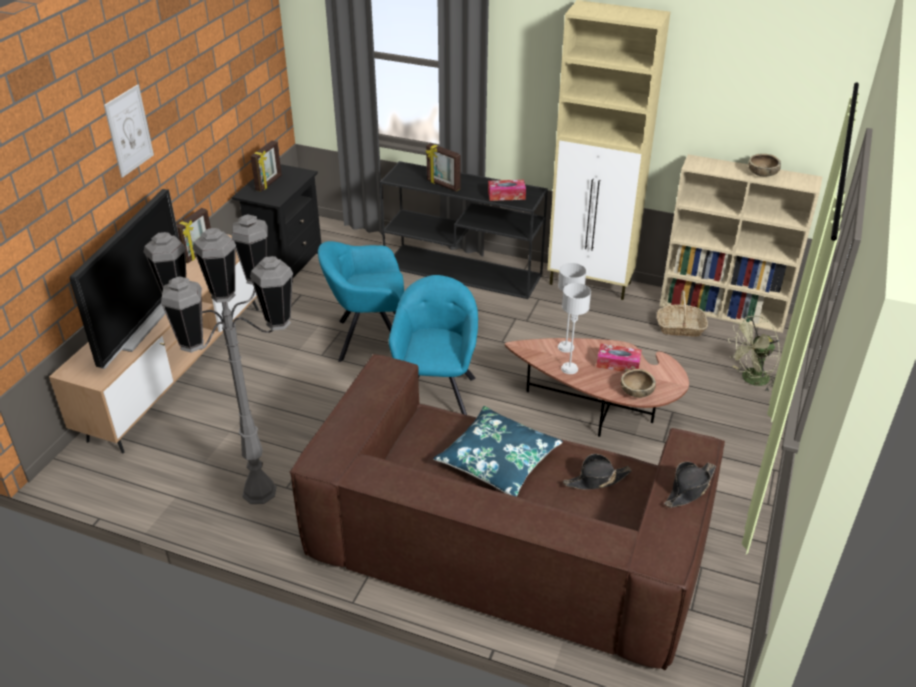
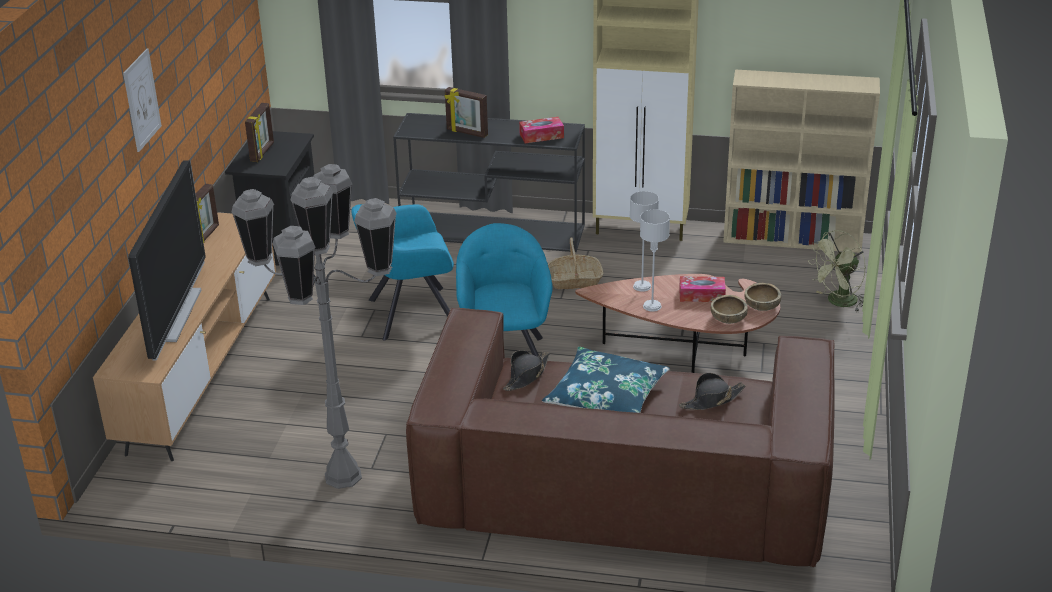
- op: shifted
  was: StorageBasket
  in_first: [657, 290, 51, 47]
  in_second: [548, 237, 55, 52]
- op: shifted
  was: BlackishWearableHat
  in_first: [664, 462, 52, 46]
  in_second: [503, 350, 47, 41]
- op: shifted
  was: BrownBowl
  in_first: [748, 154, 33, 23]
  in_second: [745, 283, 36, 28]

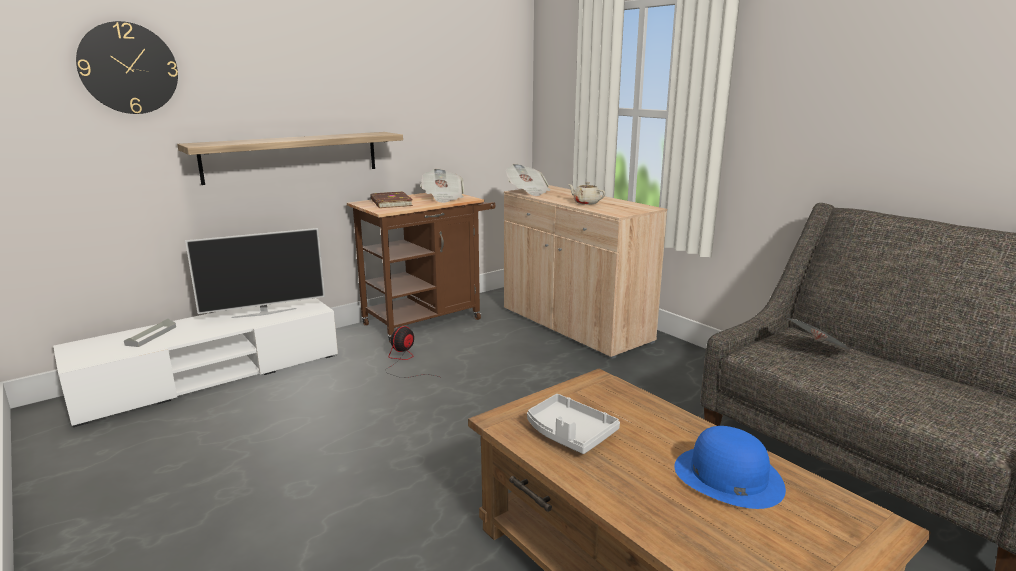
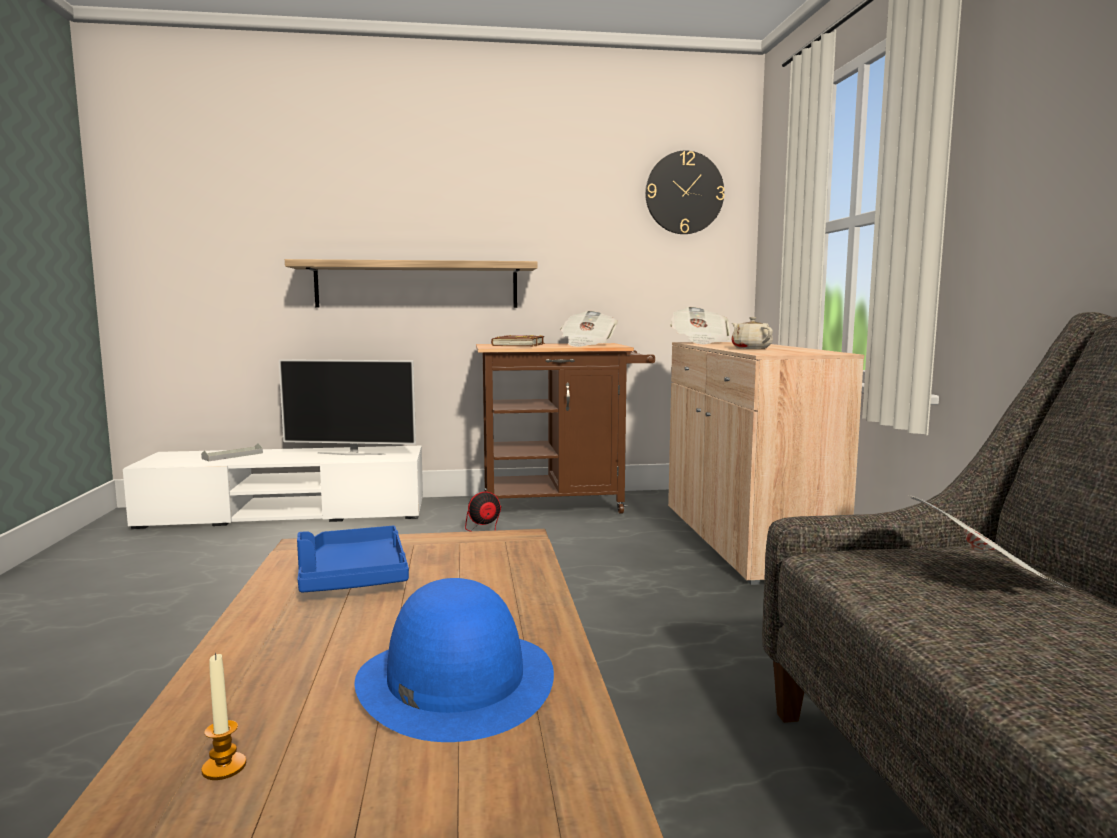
- op: shifted
  was: HangingClock
  in_first: [76, 21, 102, 93]
  in_second: [645, 151, 79, 83]
- op: repainted
  was: GreyishTray
  now: BlueColouredTray
  in_first: [527, 394, 93, 60]
  in_second: [297, 526, 112, 67]
- op: new
  now: Candle
  in_second: [201, 653, 45, 127]

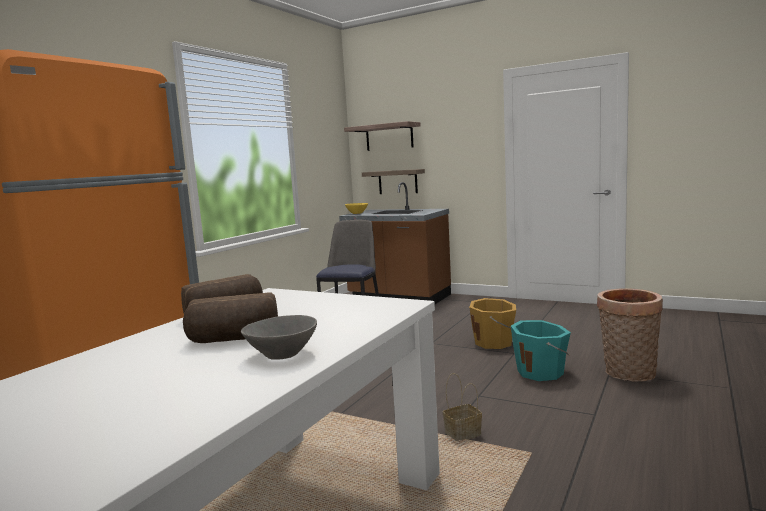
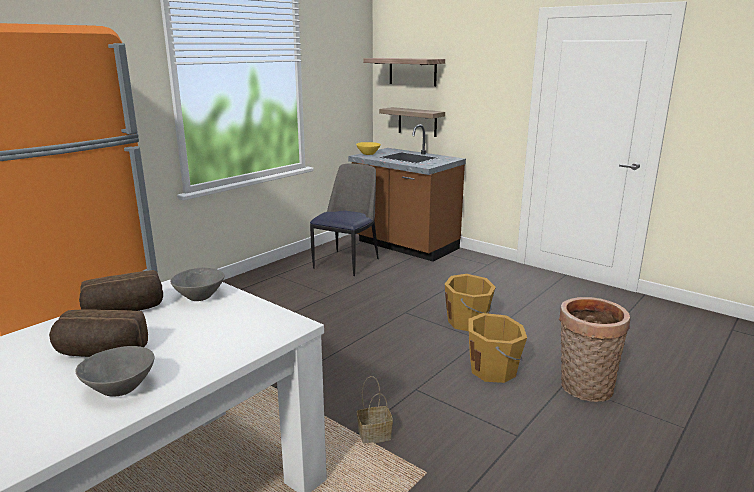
- op: repainted
  was: TurquoiseBucket
  now: OrangeBucket
  in_first: [511, 320, 60, 61]
  in_second: [468, 313, 59, 70]
- op: new
  now: GreyishBowl
  in_second: [170, 268, 54, 33]

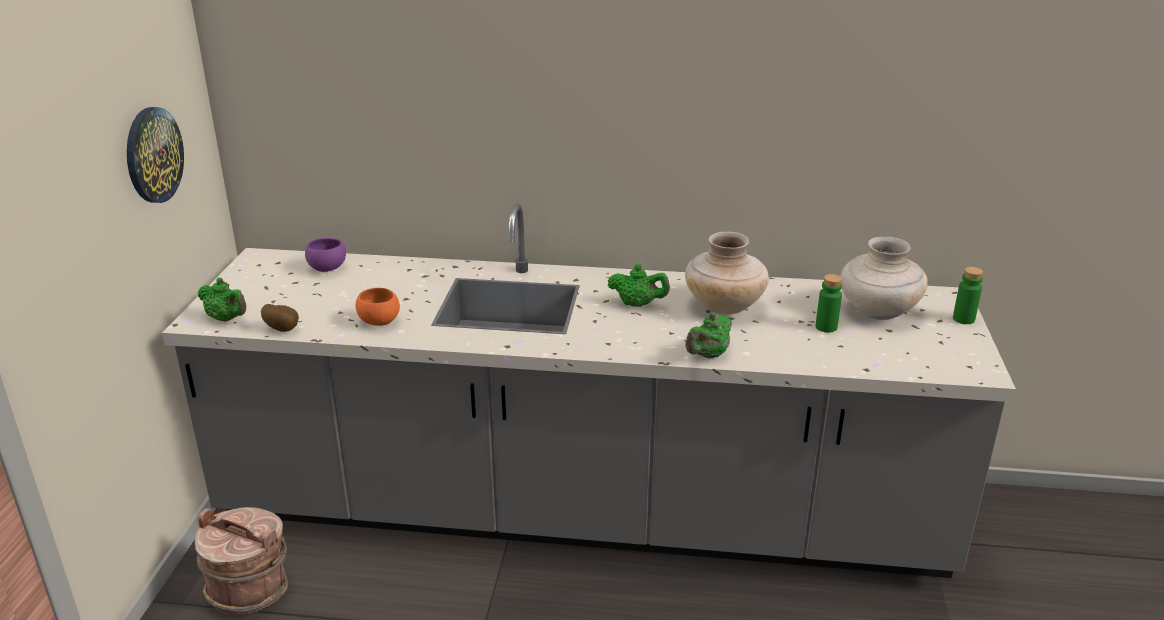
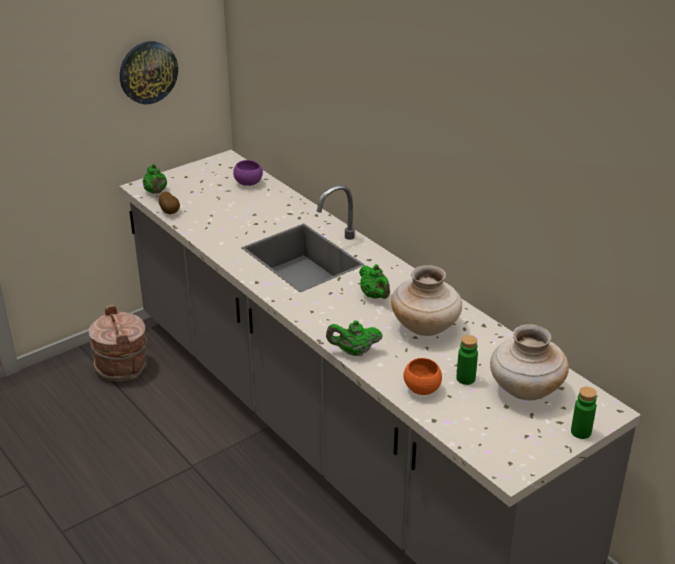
- op: shifted
  was: OrangeBowl
  in_first: [355, 288, 45, 38]
  in_second: [403, 358, 39, 37]

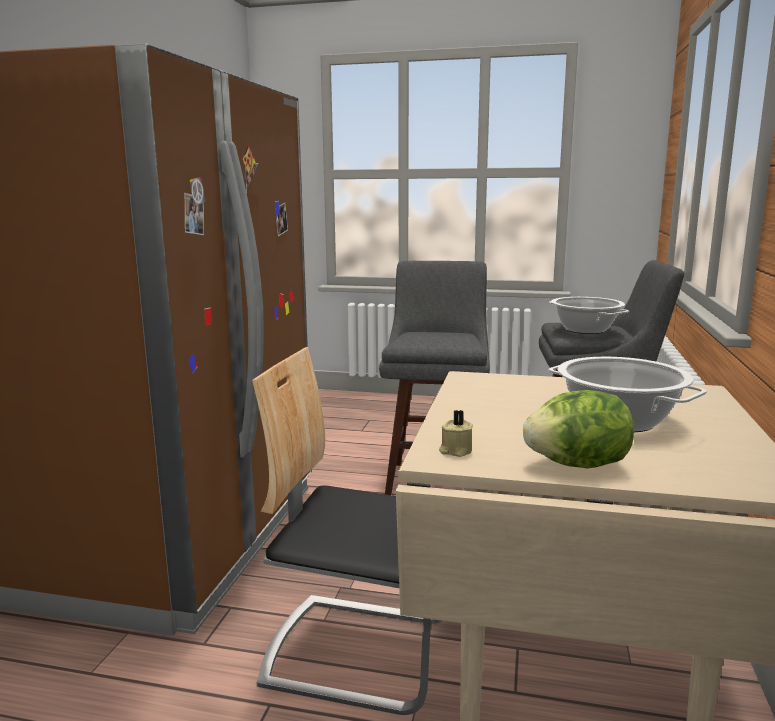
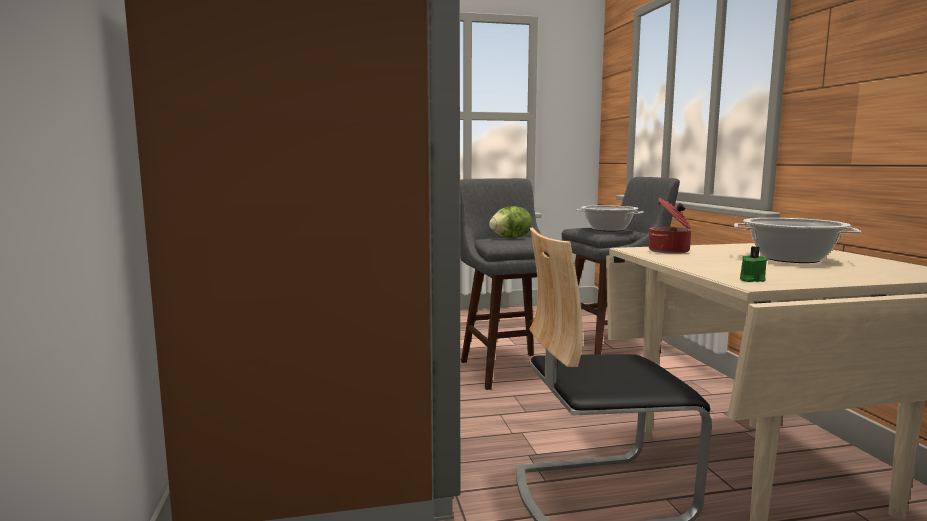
- op: repainted
  was: BeigeCandle
  now: GreenishCandle
  in_first: [439, 410, 34, 47]
  in_second: [740, 246, 28, 36]
- op: shifted
  was: LettuceHead
  in_first: [523, 390, 111, 78]
  in_second: [489, 206, 43, 32]
- op: new
  now: CookingPot
  in_second: [649, 198, 42, 56]

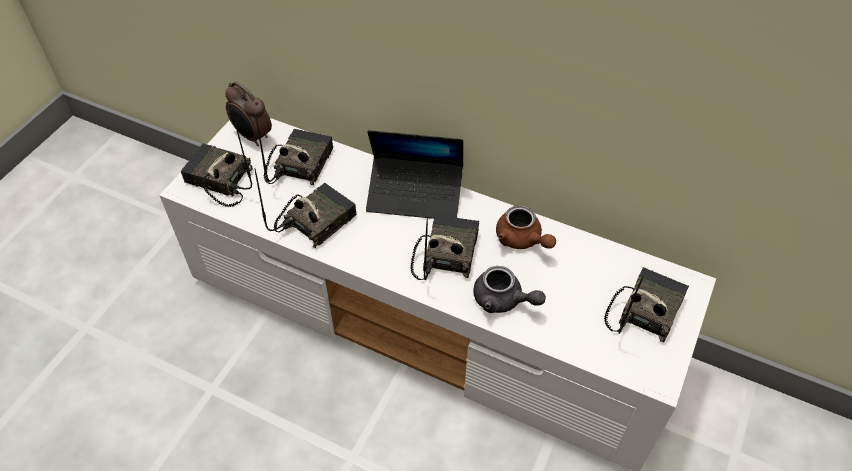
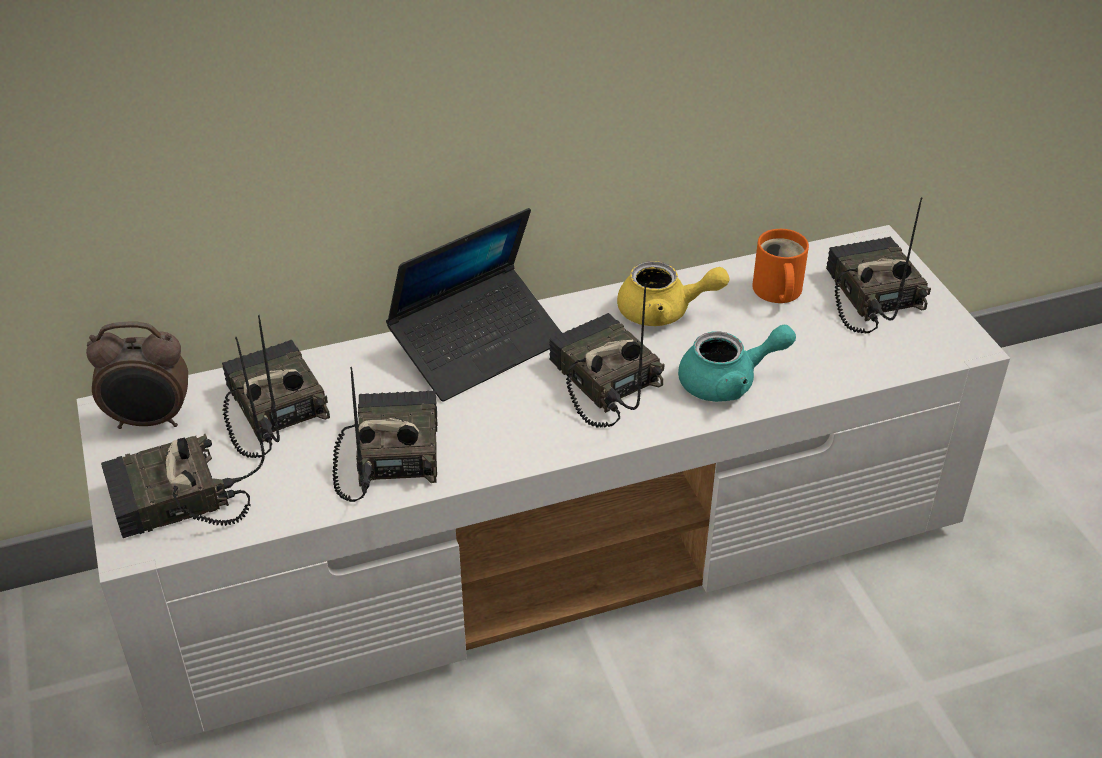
- op: repainted
  was: GreyishTeaPot
  now: TurquoiseTeaPot
  in_first: [473, 266, 73, 47]
  in_second: [678, 325, 118, 77]
- op: repainted
  was: BrownTeaPot
  now: YellowishTeaPot
  in_first: [496, 205, 60, 44]
  in_second: [617, 261, 112, 65]
- op: new
  now: OrangeMug
  in_second: [752, 229, 57, 74]

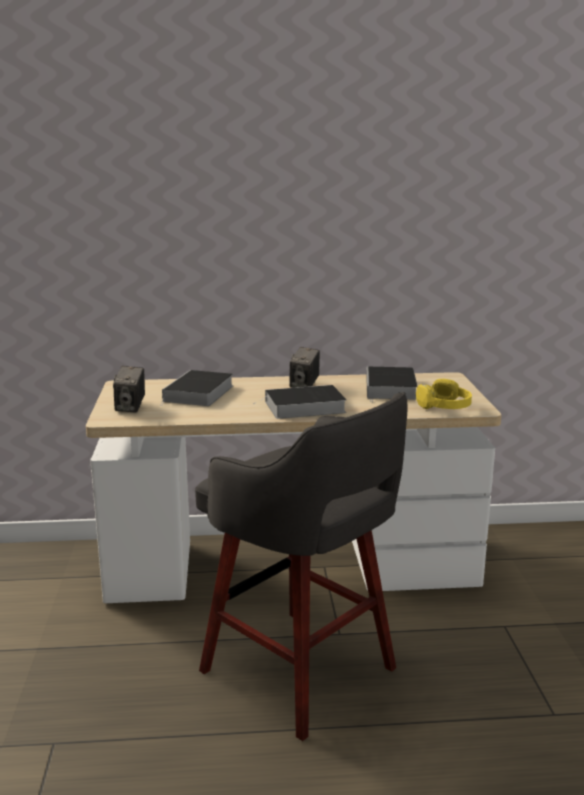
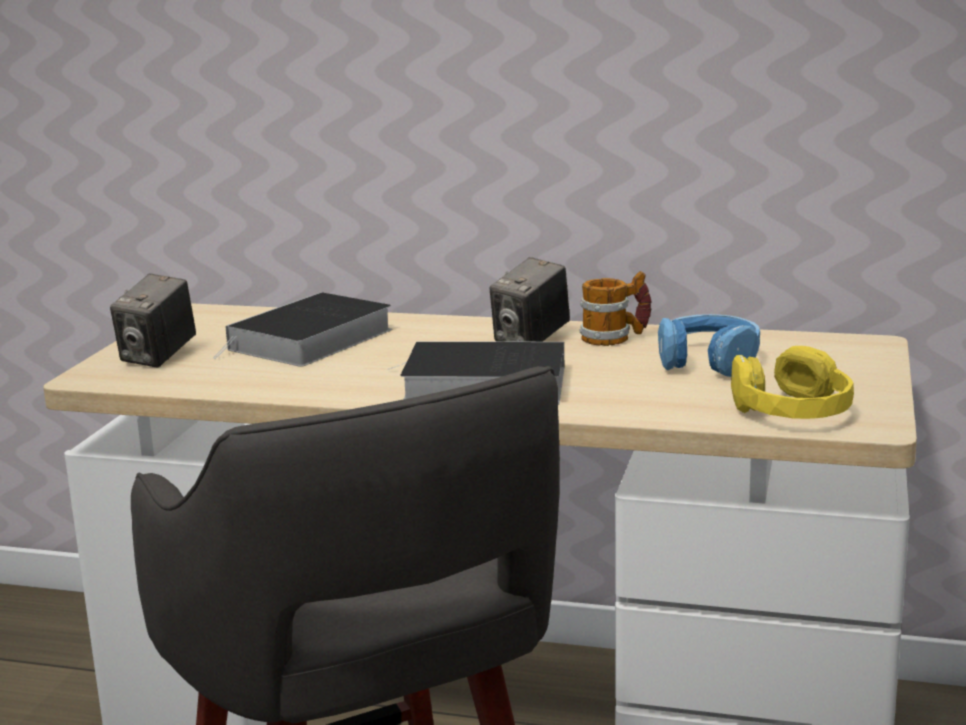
- op: swapped
  was: Book
  now: BlueColouredPairOfHeadphones
  in_first: [366, 367, 52, 35]
  in_second: [658, 314, 102, 63]
- op: new
  now: Mug
  in_second: [579, 271, 73, 75]

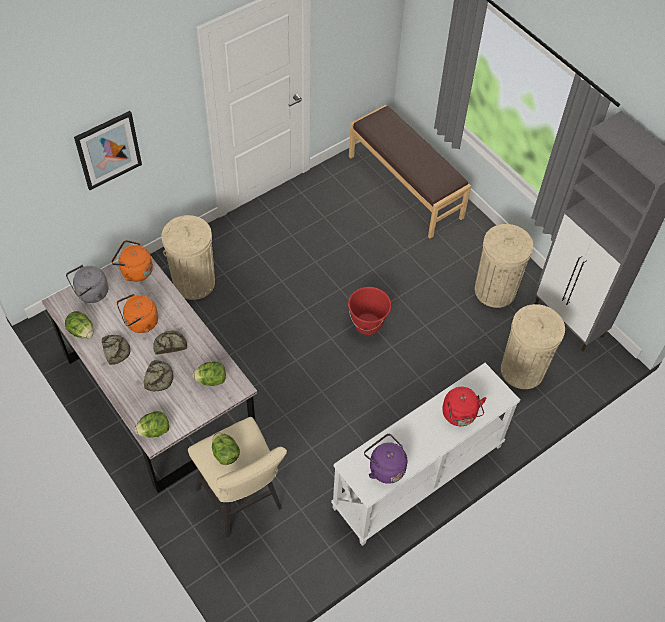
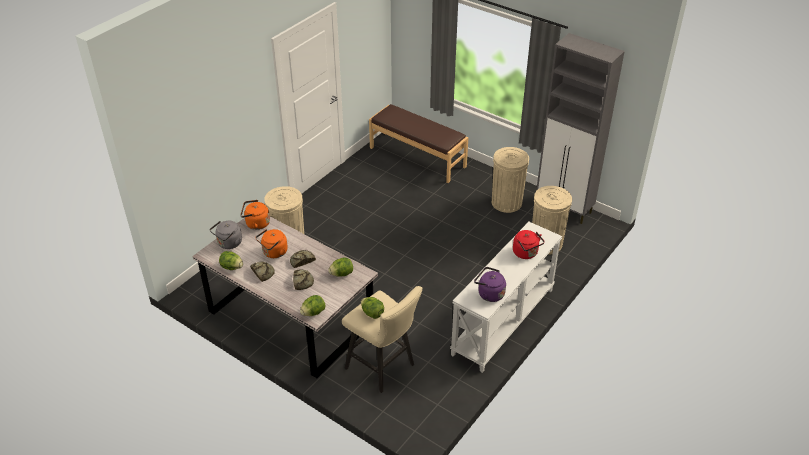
- op: gone
  was: WallArt
  in_first: [74, 111, 68, 79]
- op: gone
  was: ReddishBucket
  in_first: [348, 287, 43, 48]

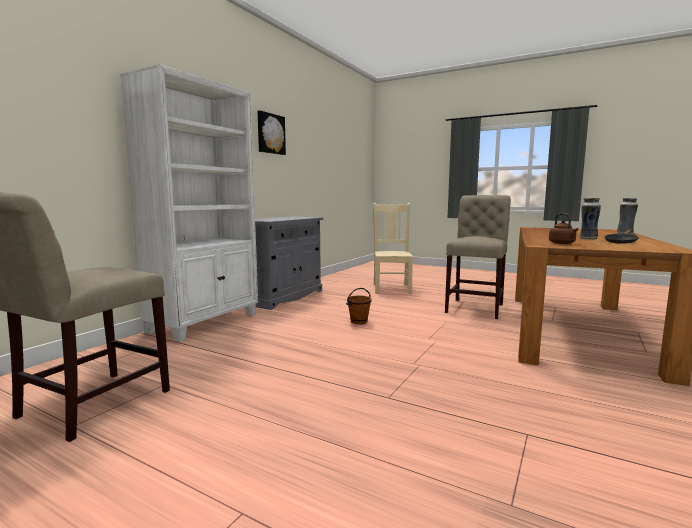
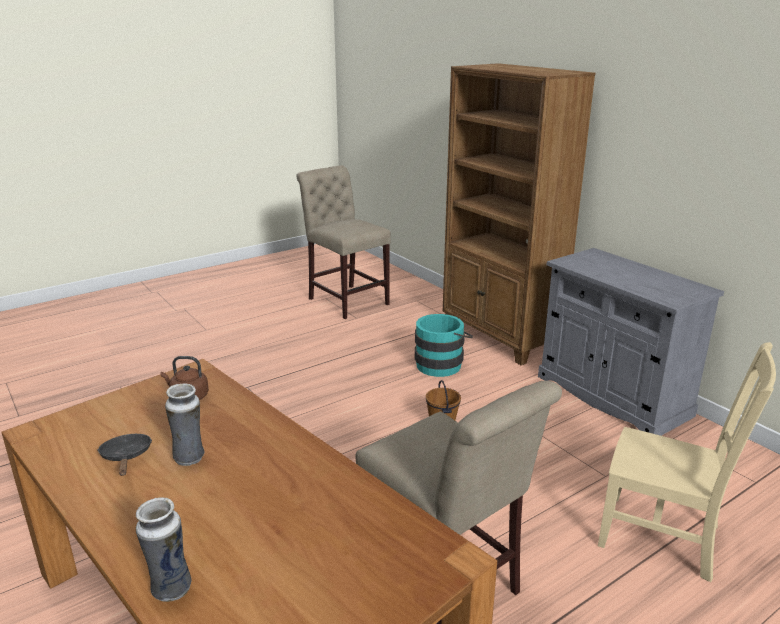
- op: repainted
  was: WhiteColouredBookcase
  now: BrownBookcase
  in_first: [120, 64, 138, 278]
  in_second: [443, 63, 153, 302]
- op: gone
  was: WallArt
  in_first: [257, 110, 29, 45]
- op: new
  now: TurquoiseBucket
  in_second: [415, 314, 58, 63]

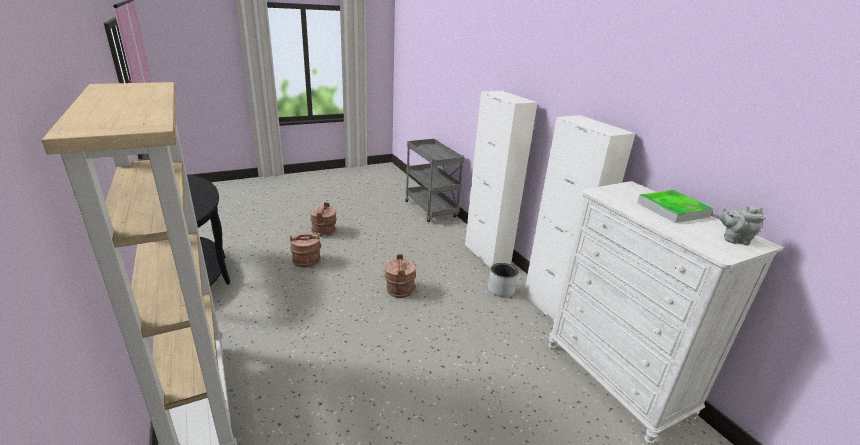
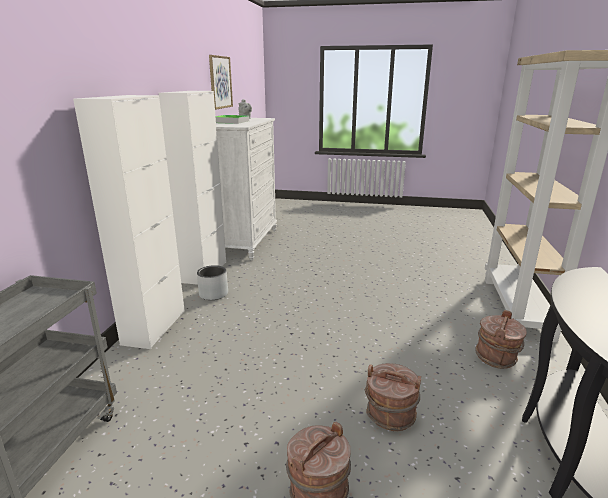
- op: shifted
  was: BrownBucket
  in_first: [385, 254, 31, 44]
  in_second: [475, 310, 52, 59]
- op: new
  now: WallArt
  in_second: [209, 55, 24, 55]

